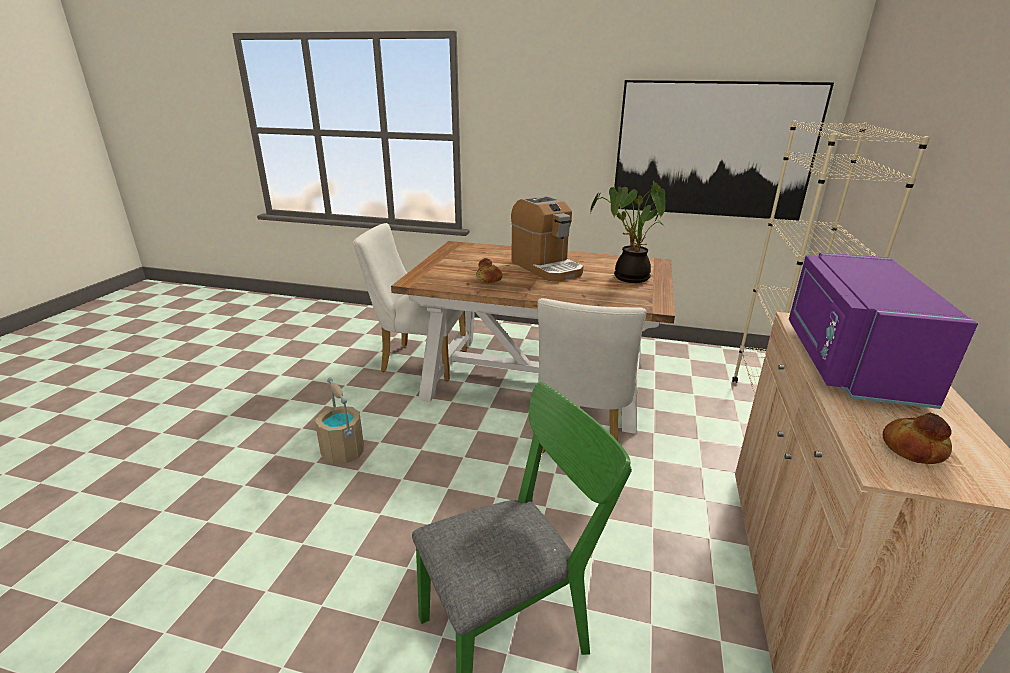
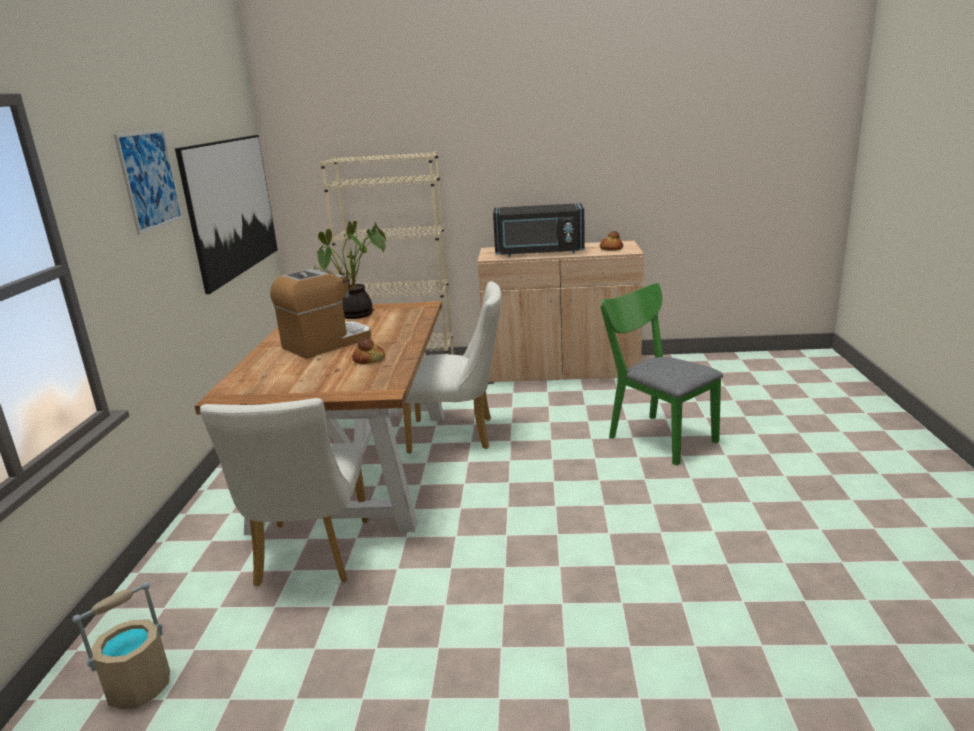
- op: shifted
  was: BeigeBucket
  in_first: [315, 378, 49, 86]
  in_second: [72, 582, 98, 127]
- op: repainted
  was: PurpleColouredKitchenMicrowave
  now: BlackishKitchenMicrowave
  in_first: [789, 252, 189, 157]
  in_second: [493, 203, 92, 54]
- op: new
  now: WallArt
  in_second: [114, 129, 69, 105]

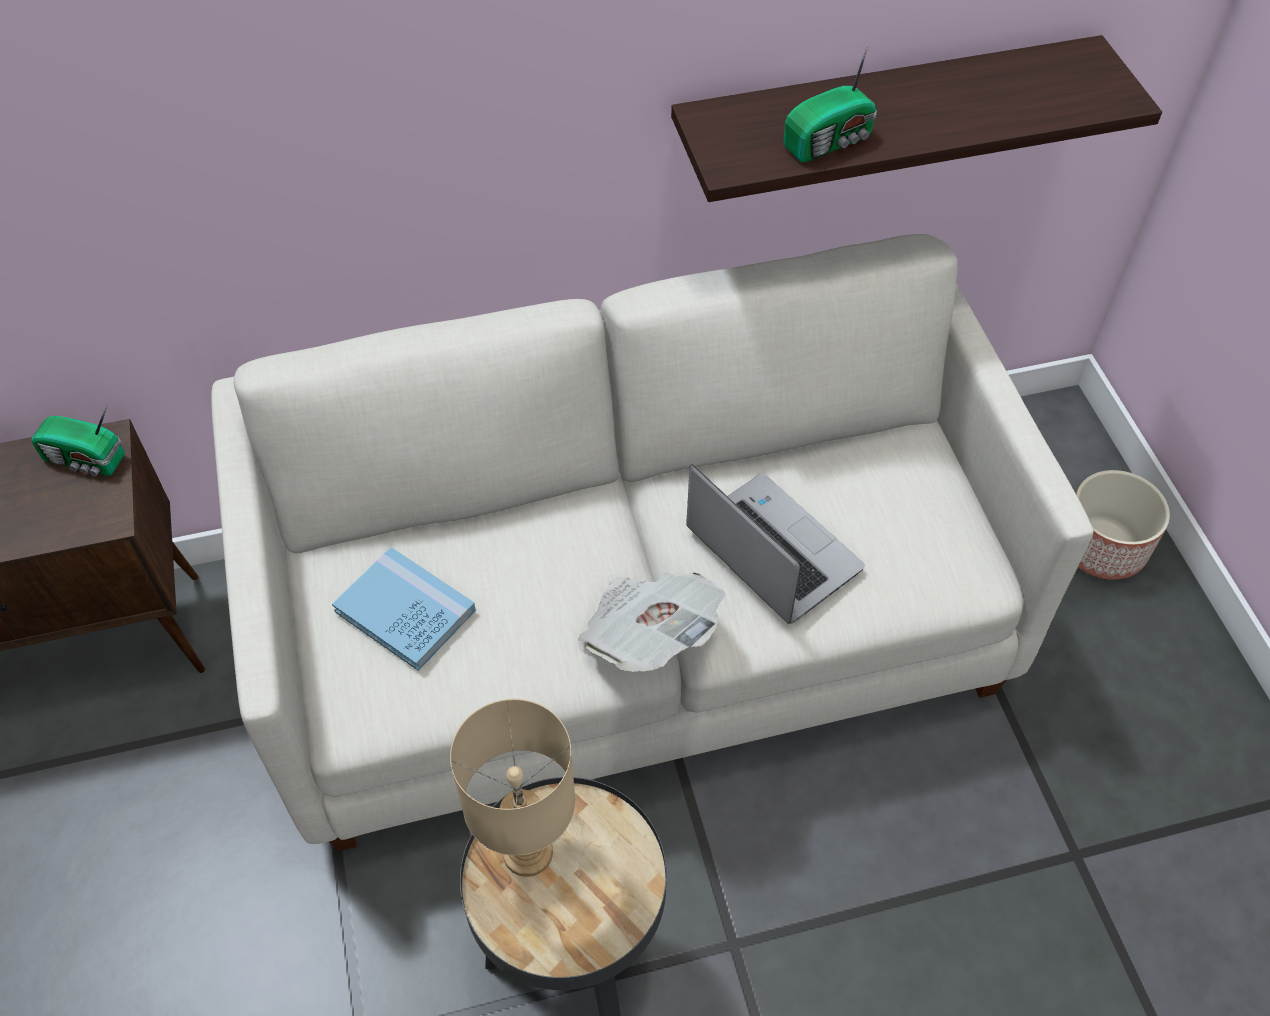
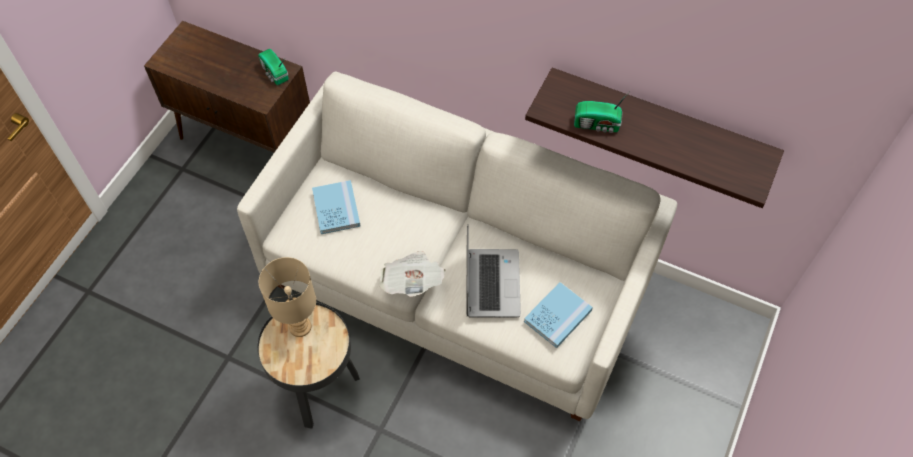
- op: gone
  was: FlowerPot
  in_first: [1076, 470, 94, 110]
- op: new
  now: BlueColouredBook
  in_second: [524, 282, 69, 66]

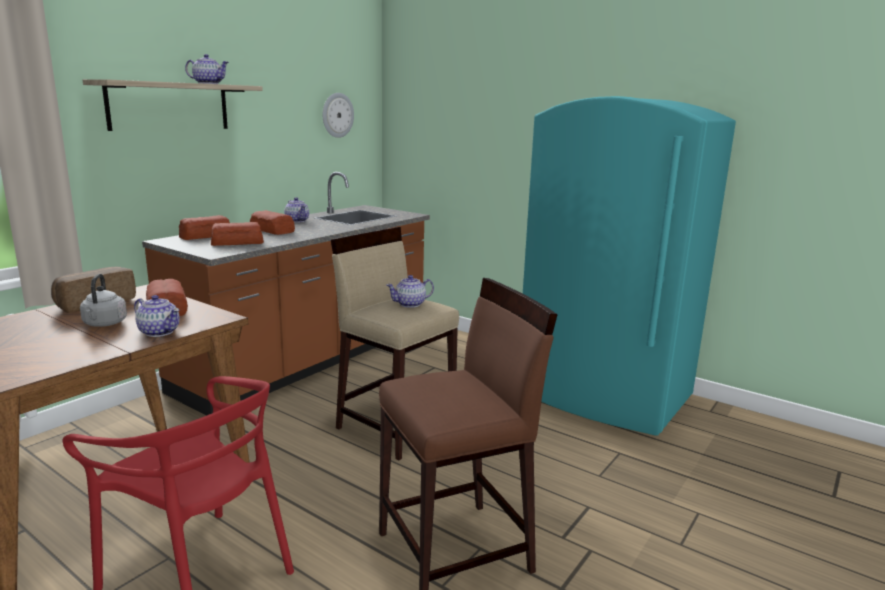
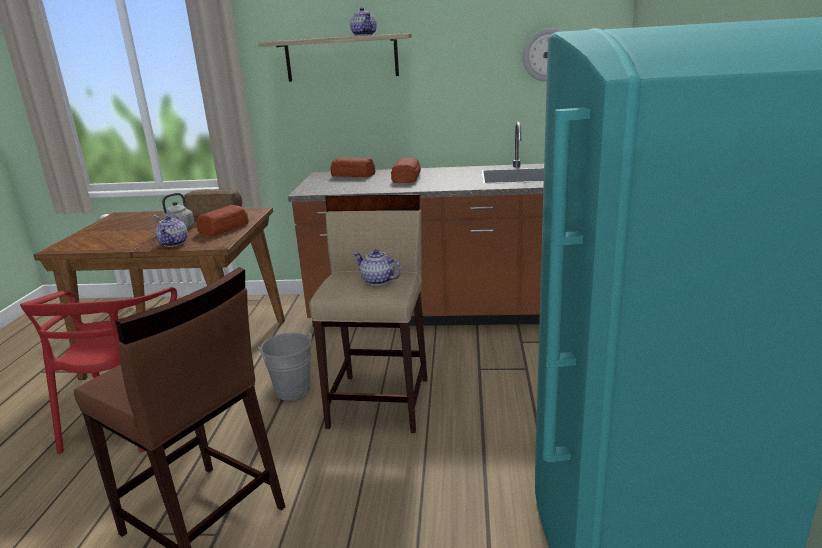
- op: gone
  was: BakeryBread
  in_first: [211, 222, 53, 24]
- op: gone
  was: TeaPot
  in_first: [284, 197, 25, 26]
- op: new
  now: GreyishBucket
  in_second: [258, 332, 54, 69]

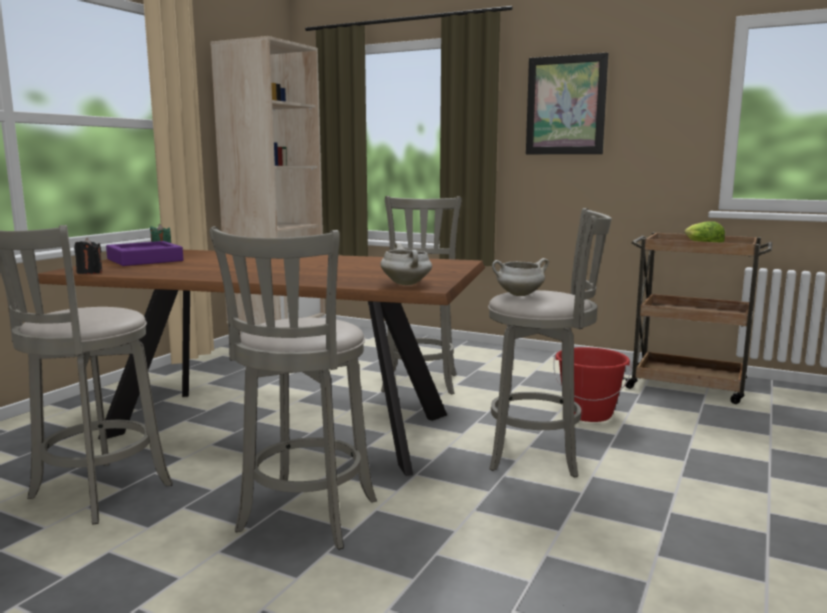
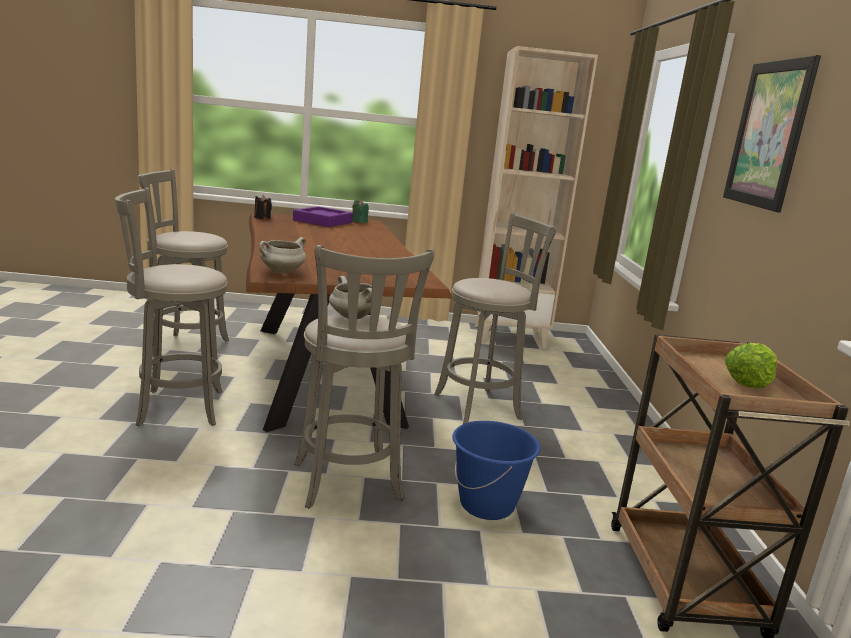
- op: repainted
  was: ReddishBucket
  now: BlueColouredBucket
  in_first: [553, 347, 78, 75]
  in_second: [452, 421, 89, 99]

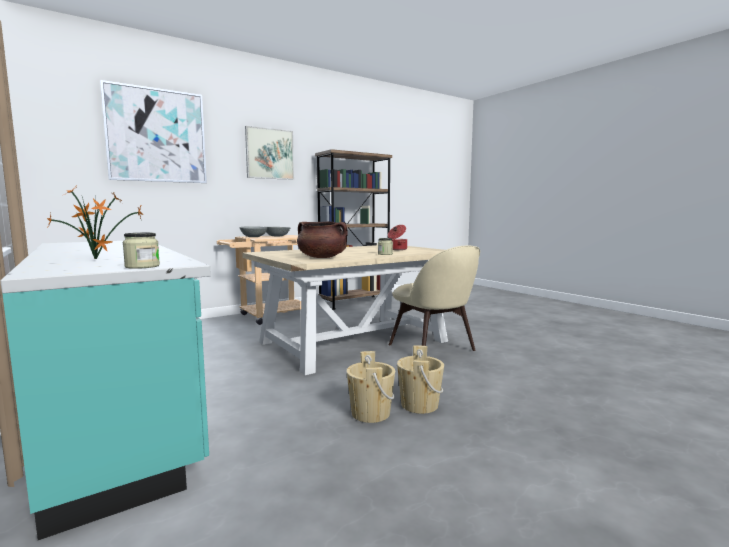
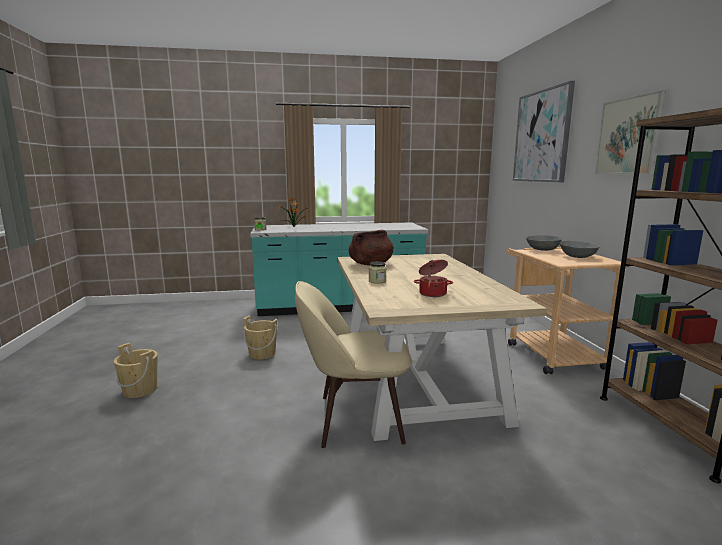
- op: shifted
  was: BeigeBucket
  in_first: [397, 346, 47, 68]
  in_second: [114, 343, 44, 55]

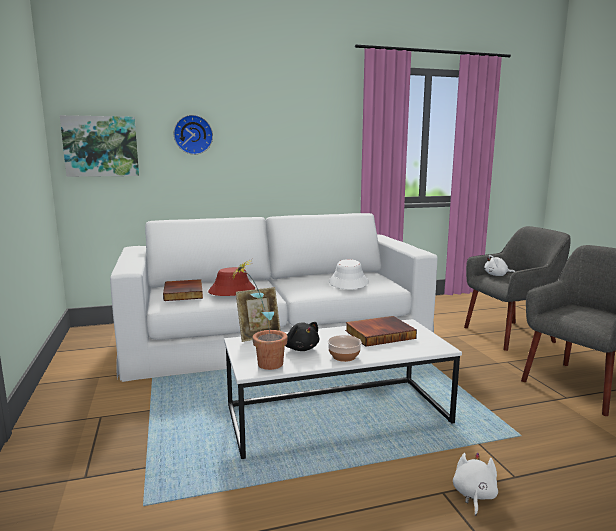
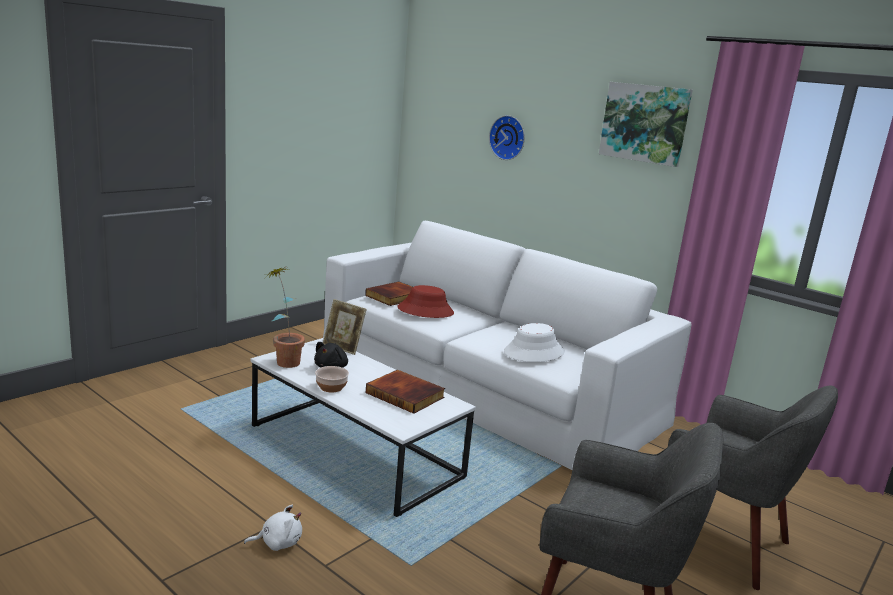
- op: shifted
  was: WallArt
  in_first: [60, 115, 79, 62]
  in_second: [599, 82, 94, 85]
- op: gone
  was: WhiteColouredSoftToy
  in_first: [484, 255, 31, 21]

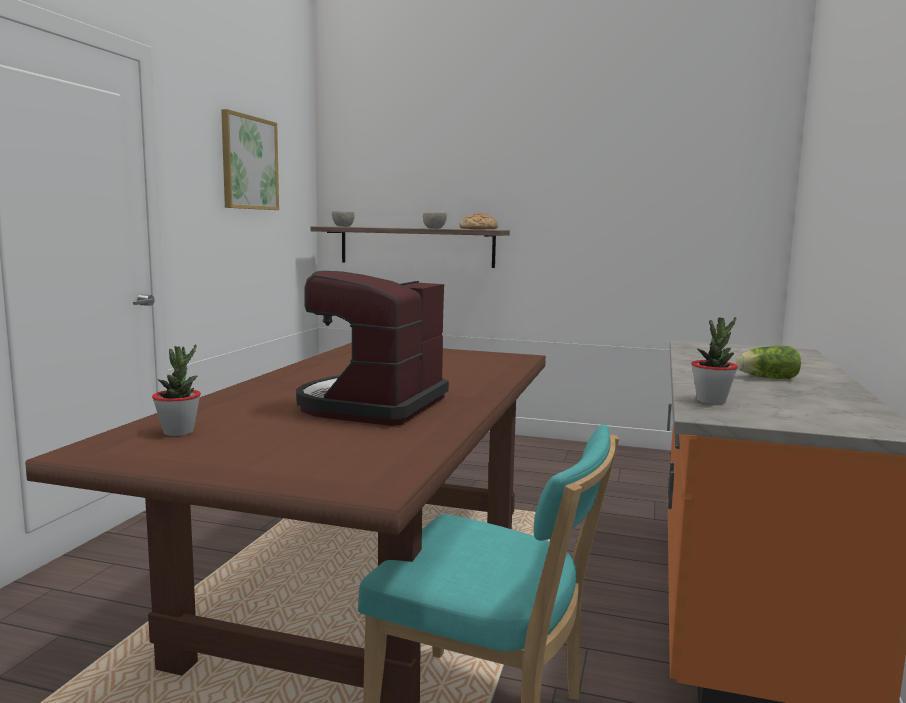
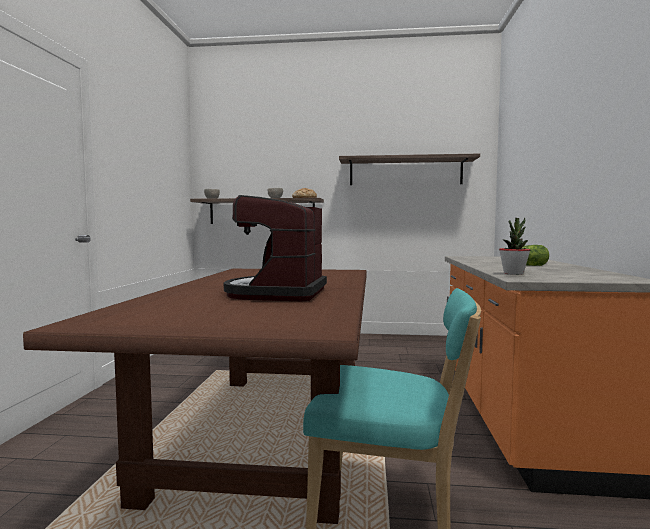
- op: gone
  was: PlantInAPot
  in_first: [152, 344, 49, 92]
- op: gone
  was: WallArt
  in_first: [221, 109, 58, 101]
- op: new
  now: Shelf
  in_second: [339, 154, 141, 31]

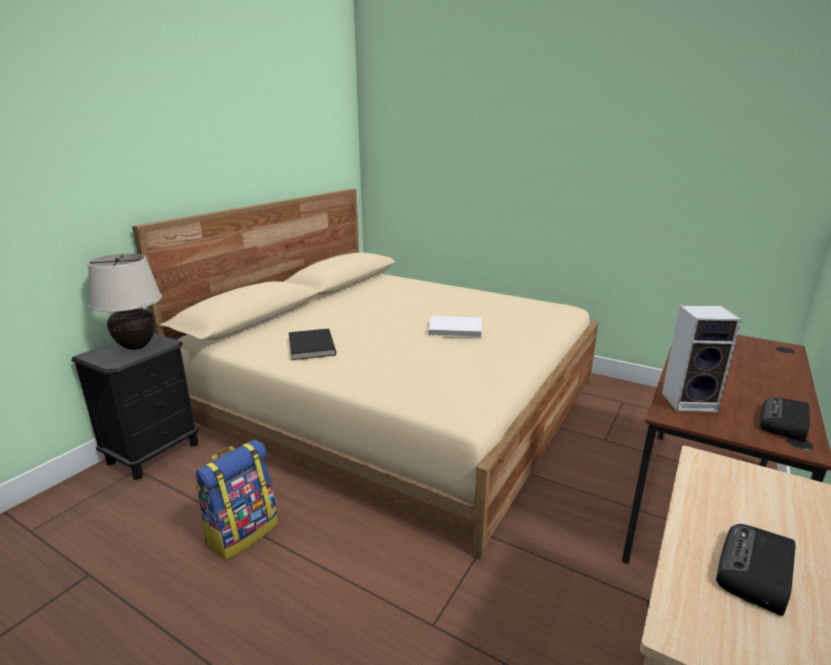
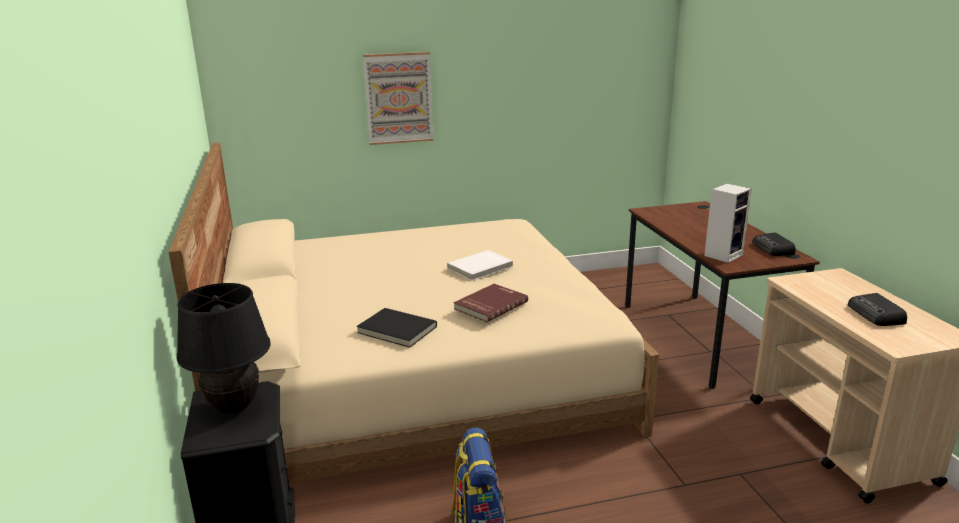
- op: repainted
  was: BeigeTabletopLamp
  now: BlackishTabletopLamp
  in_first: [87, 254, 75, 96]
  in_second: [176, 283, 95, 131]
- op: new
  now: WallArt
  in_second: [363, 52, 70, 93]
- op: new
  now: ReddishBook
  in_second: [454, 284, 74, 38]

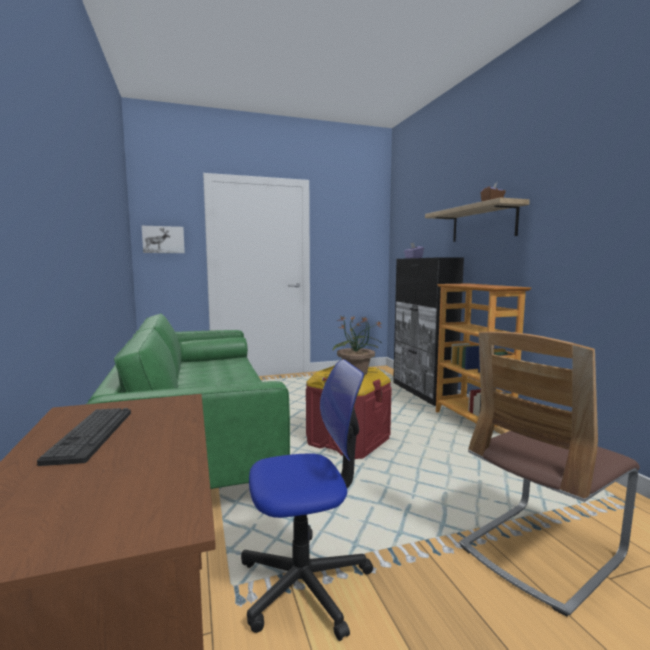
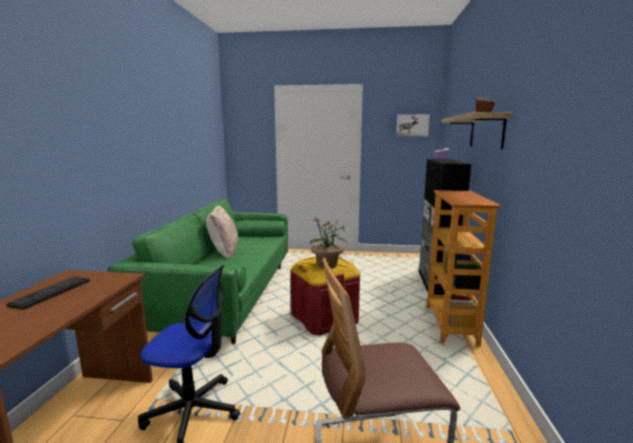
- op: shifted
  was: WallArt
  in_first: [142, 226, 43, 27]
  in_second: [396, 114, 34, 22]
- op: new
  now: BeigeThrowPillow
  in_second: [206, 205, 32, 55]

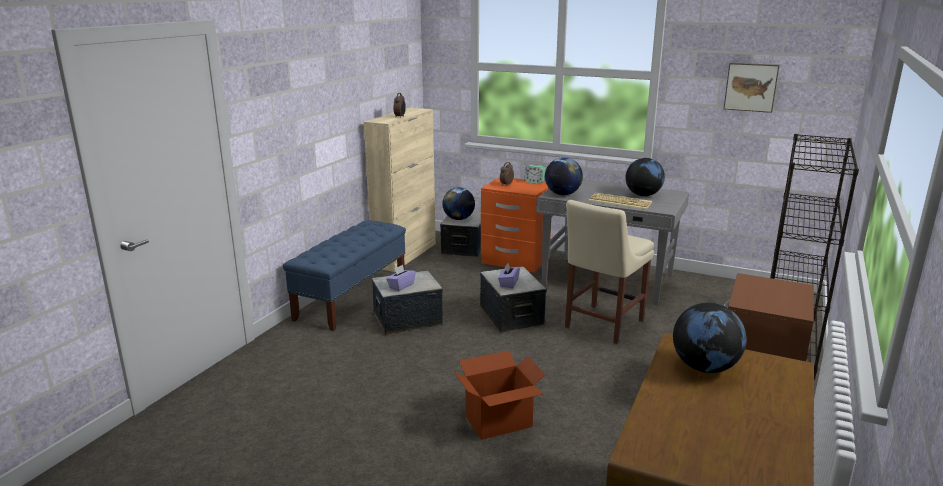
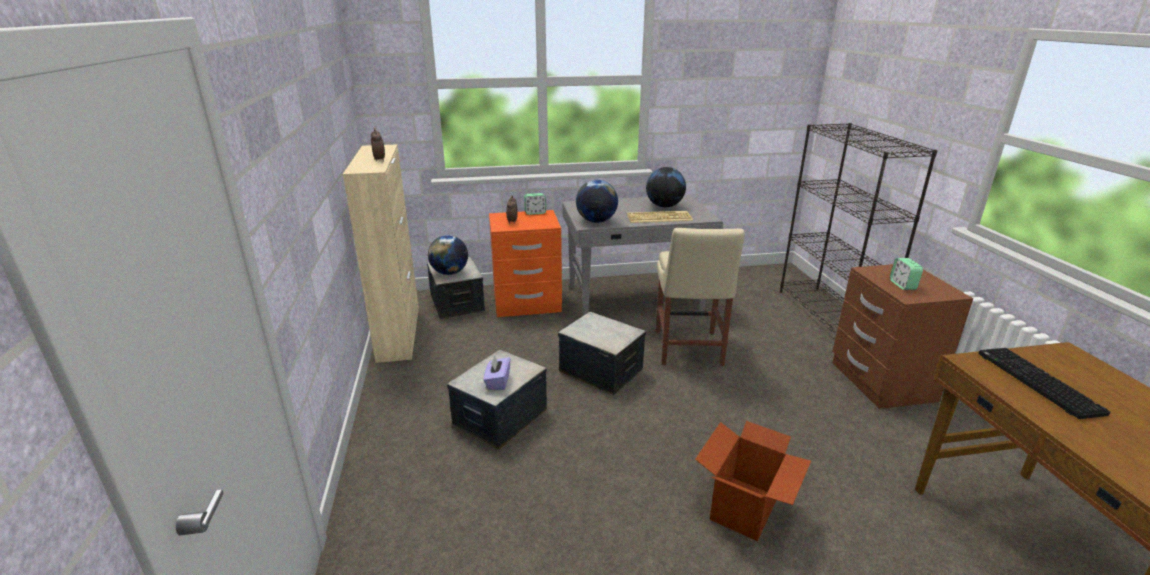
- op: gone
  was: BlueColouredLongSeat
  in_first: [283, 220, 123, 111]
- op: gone
  was: PurpleColouredBoxOfTissues
  in_first: [498, 263, 22, 25]
- op: swapped
  was: WorldGlobe
  now: Keyboard
  in_first: [673, 303, 73, 70]
  in_second: [978, 348, 132, 71]
- op: gone
  was: WallArt
  in_first: [724, 63, 56, 50]
- op: new
  now: AlarmClock
  in_second: [890, 258, 33, 32]

